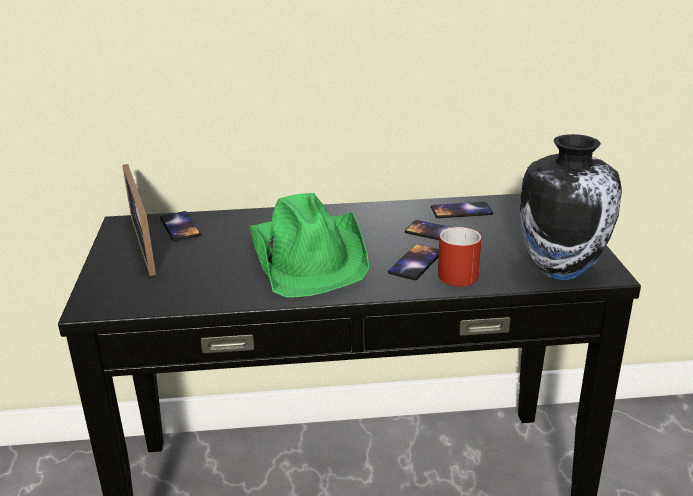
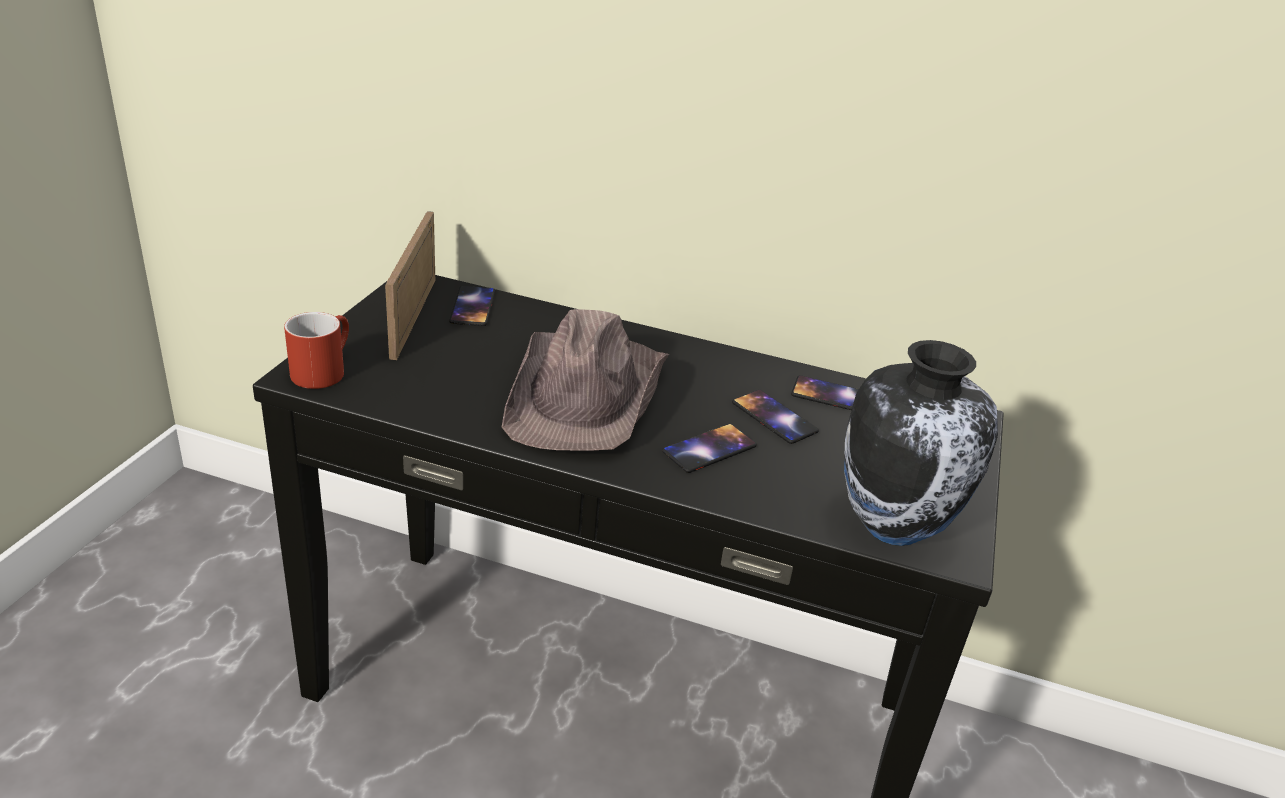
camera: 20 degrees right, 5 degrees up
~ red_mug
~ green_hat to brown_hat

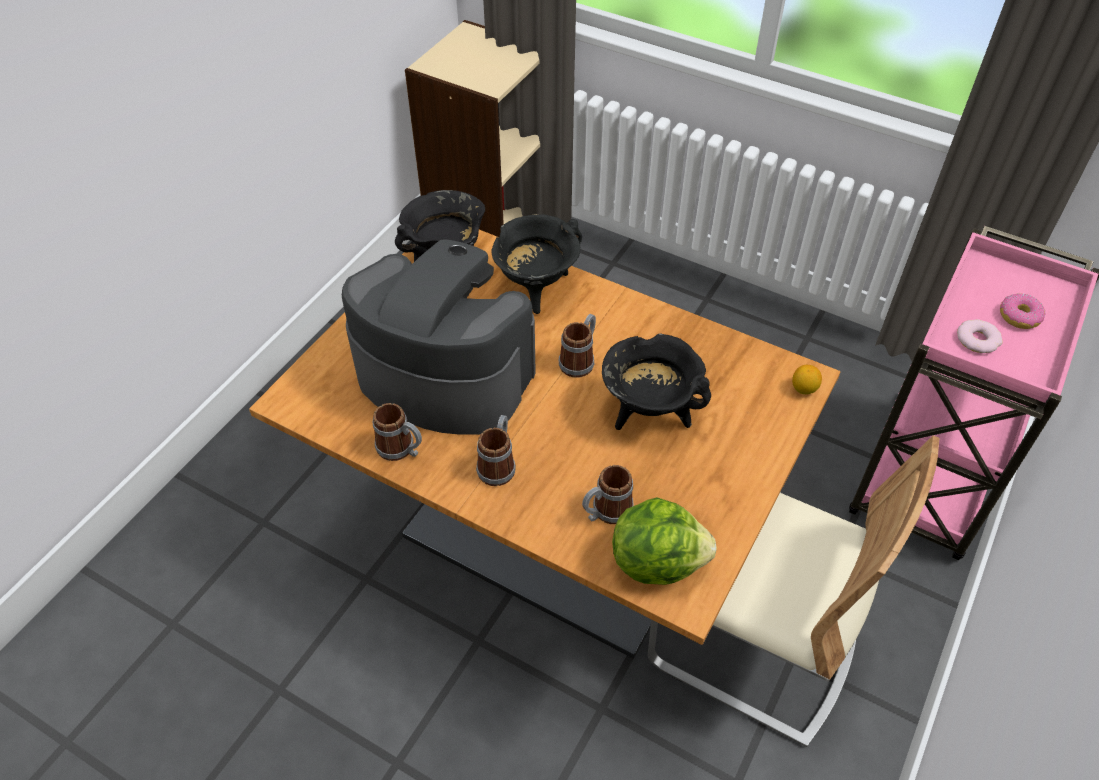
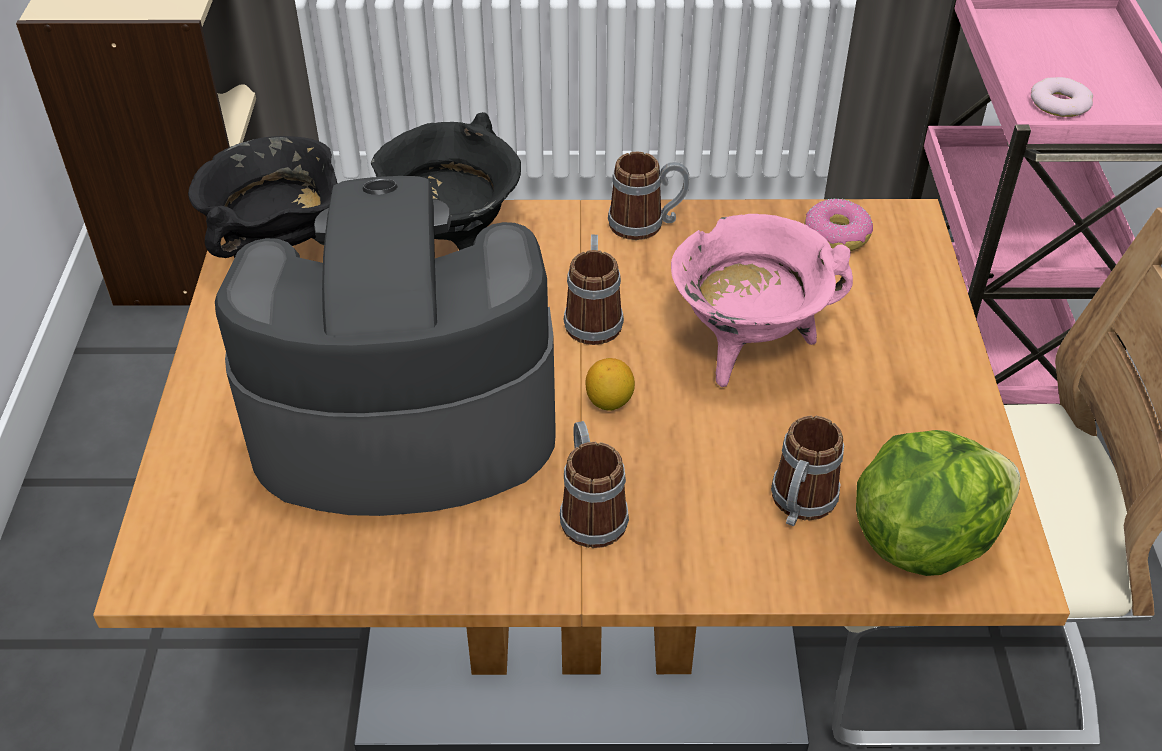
camera: 30 degrees left, 5 degrees down
~ lemon
~ mug (no. 1 from left in the first image) to mug (no. 3 from left)
~ black_cooking_pot (no. 3 from left) to pink_cooking_pot
~ donut (no. 2 from left in the first image) to donut (no. 1 from left)

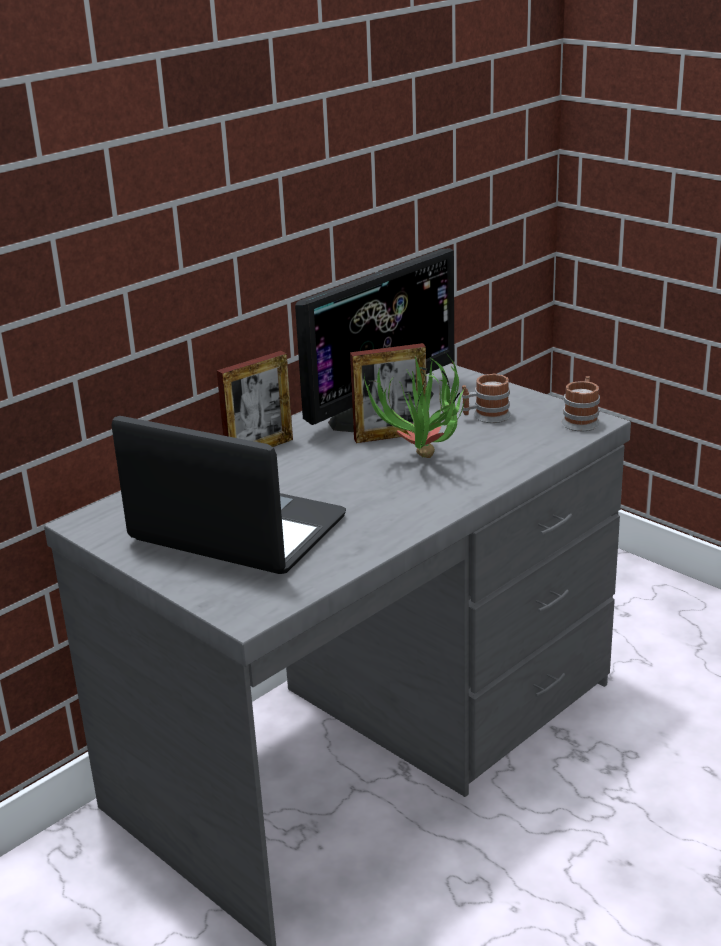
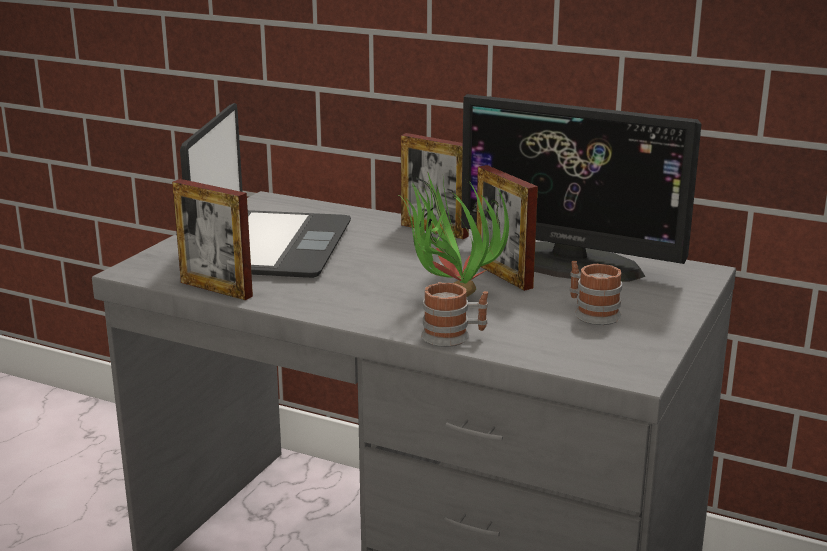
camera: 70 degrees right, 5 degrees down
+ picture_frame (no. 1 from left)
~ mug (no. 2 from left in the first image) to mug (no. 1 from left)

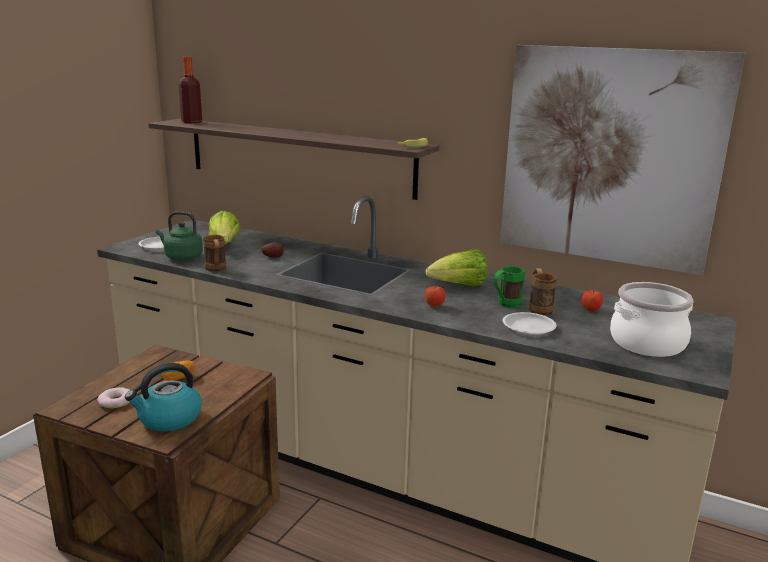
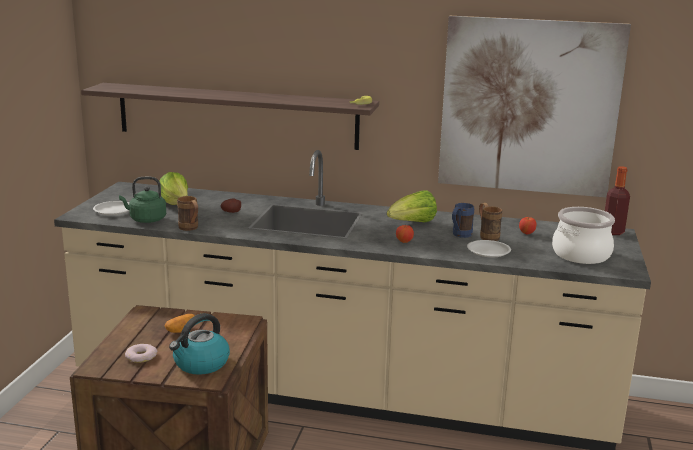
camera: 15 degrees left, 0 degrees up
~ green_mug to blue_mug
~ bottle

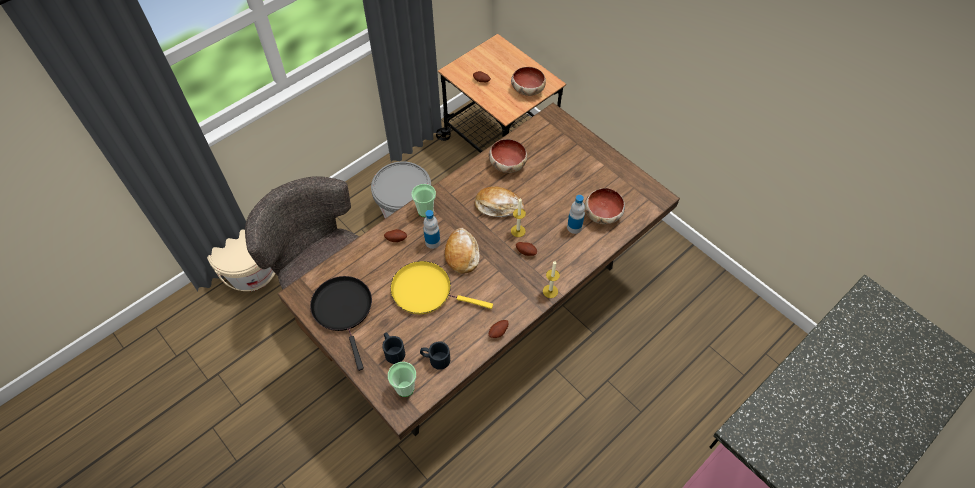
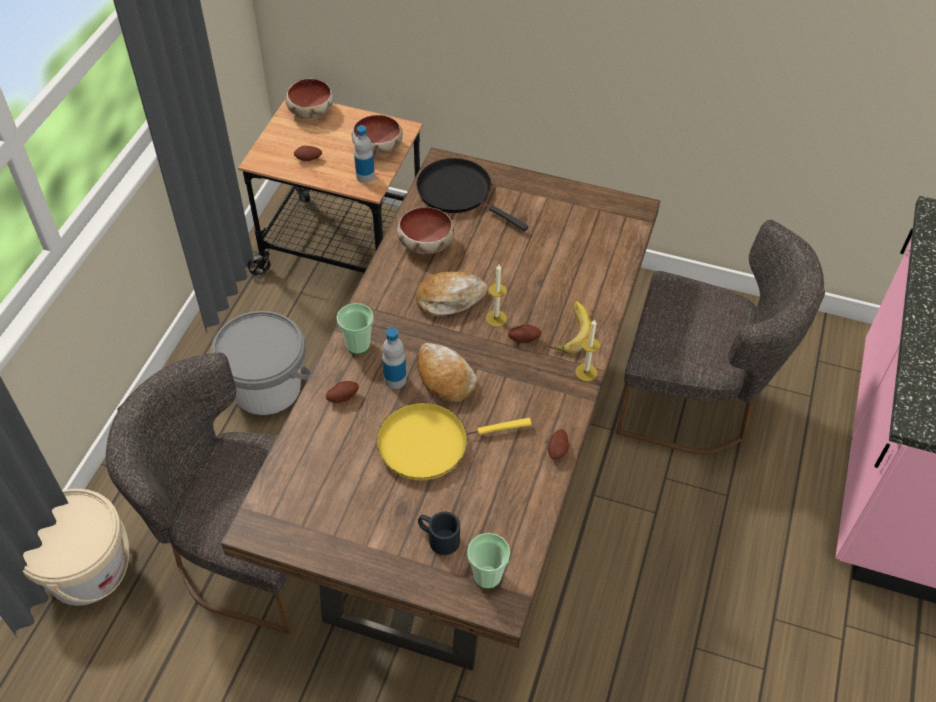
camera: 30 degrees left, 5 degrees down
~ bowl (no. 3 from left in the first image) to bowl (no. 1 from left)
~ bottle (no. 2 from left in the first image) to bottle (no. 1 from left)
~ black_frying_pan
+ banana
+ grey_chair (no. 2 from left)
- black_mug (no. 2 from left)

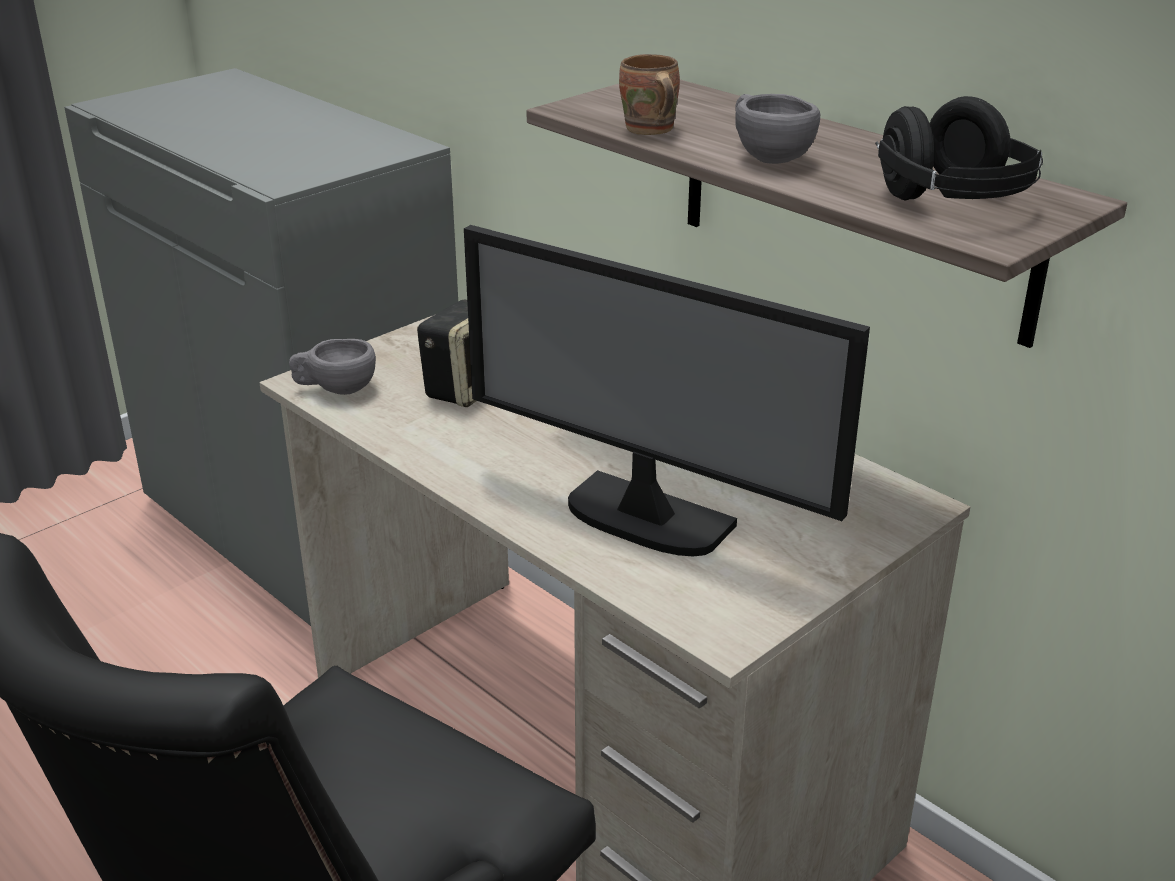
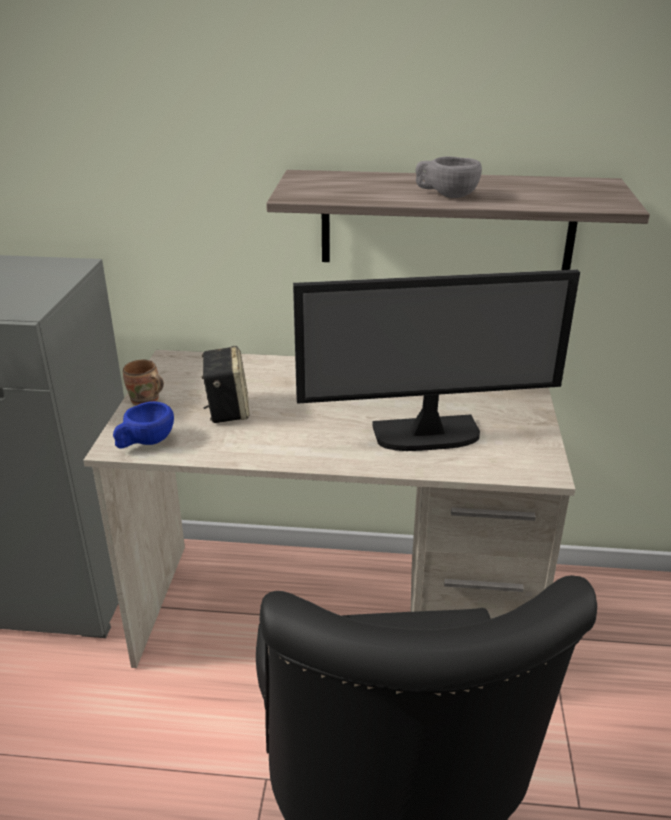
camera: 40 degrees left, 0 degrees up
~ grey_cup (no. 1 from left) to blue_cup
~ brown_mug
- black_headphones

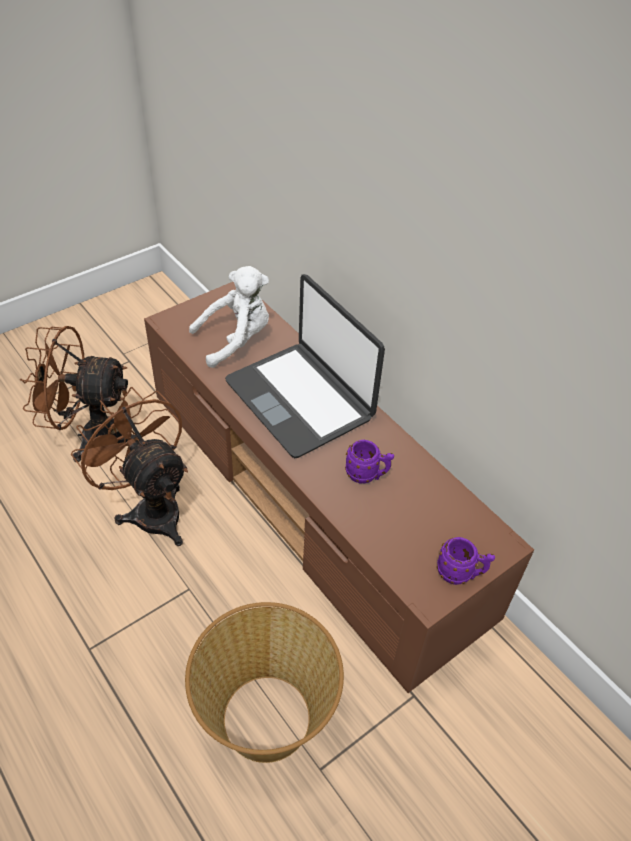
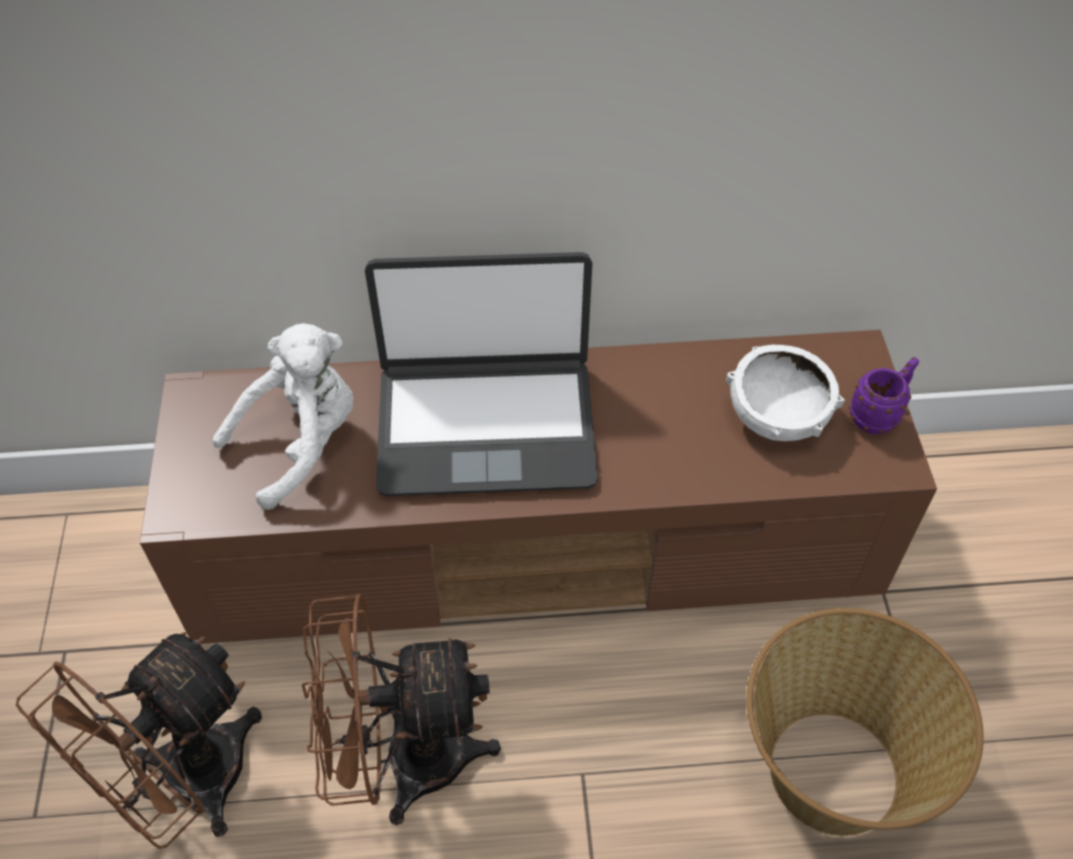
camera: 55 degrees left, 5 degrees up
~ white_plush_toy 45 degrees clockwise
+ white_bowl
- purple_mug (no. 1 from left)

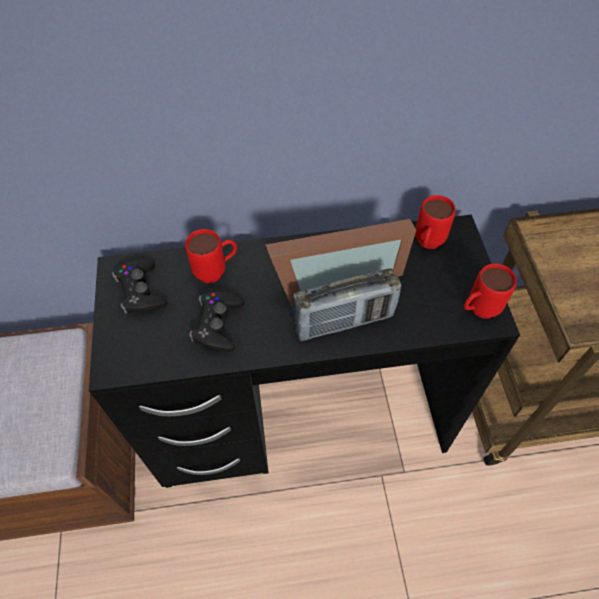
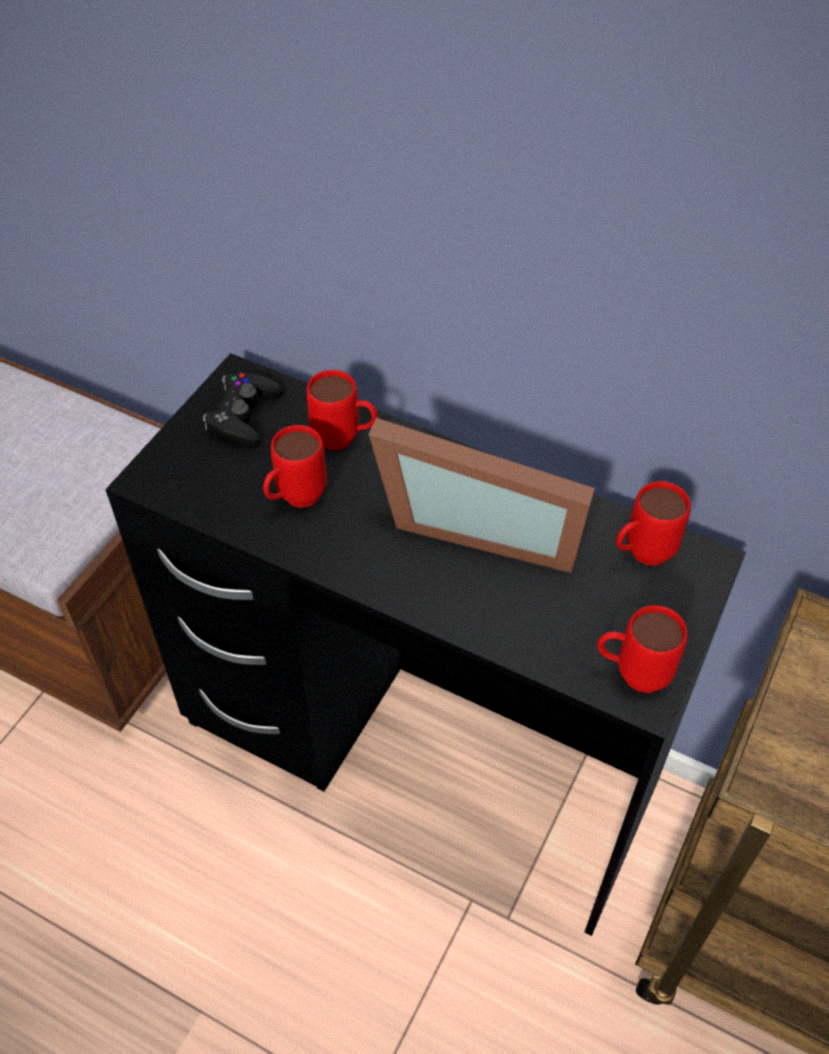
camera: 35 degrees right, 5 degrees down
~ black_game_controller (no. 2 from left) to red_mug (no. 1 from left)
- radio

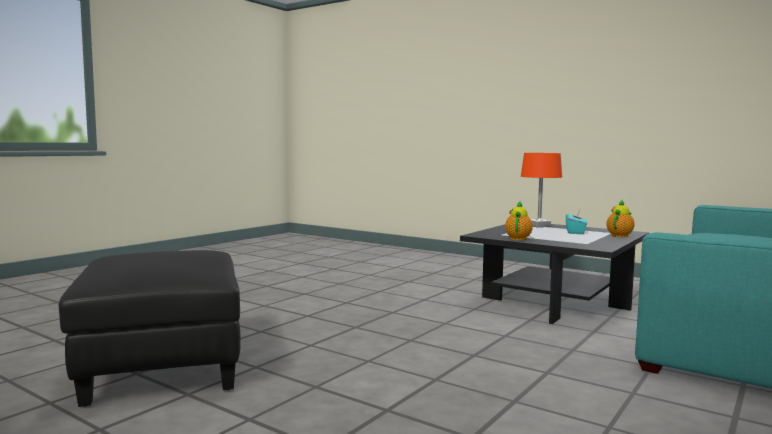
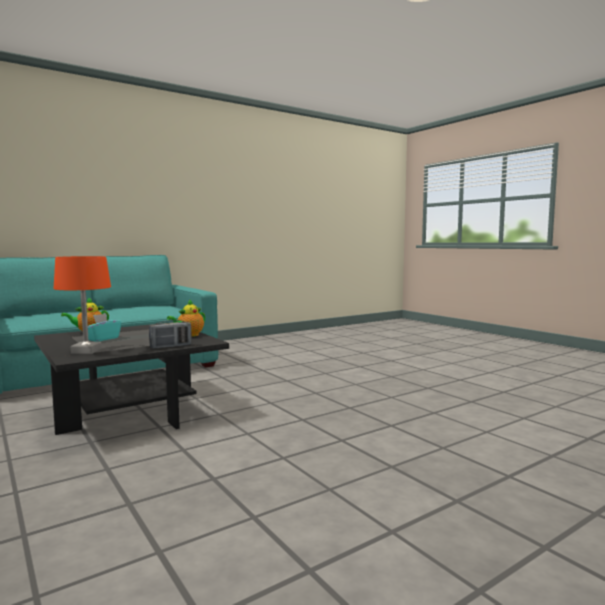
camera: 160 degrees left, 0 degrees up
+ radio
- black_ottoman

